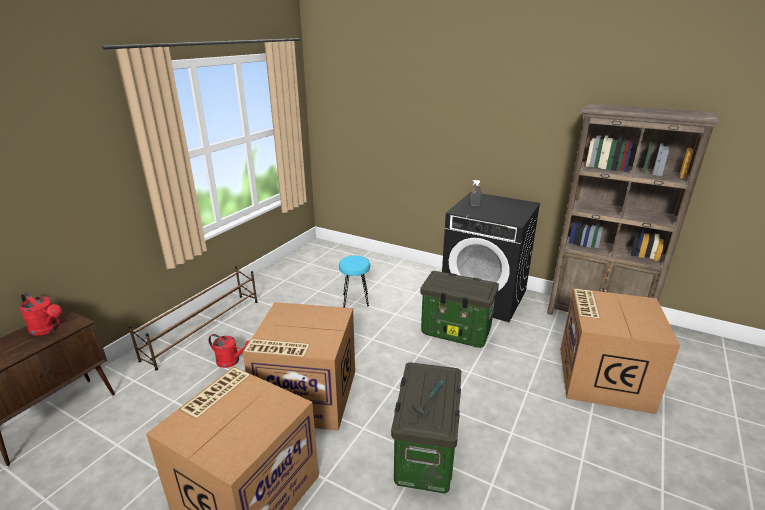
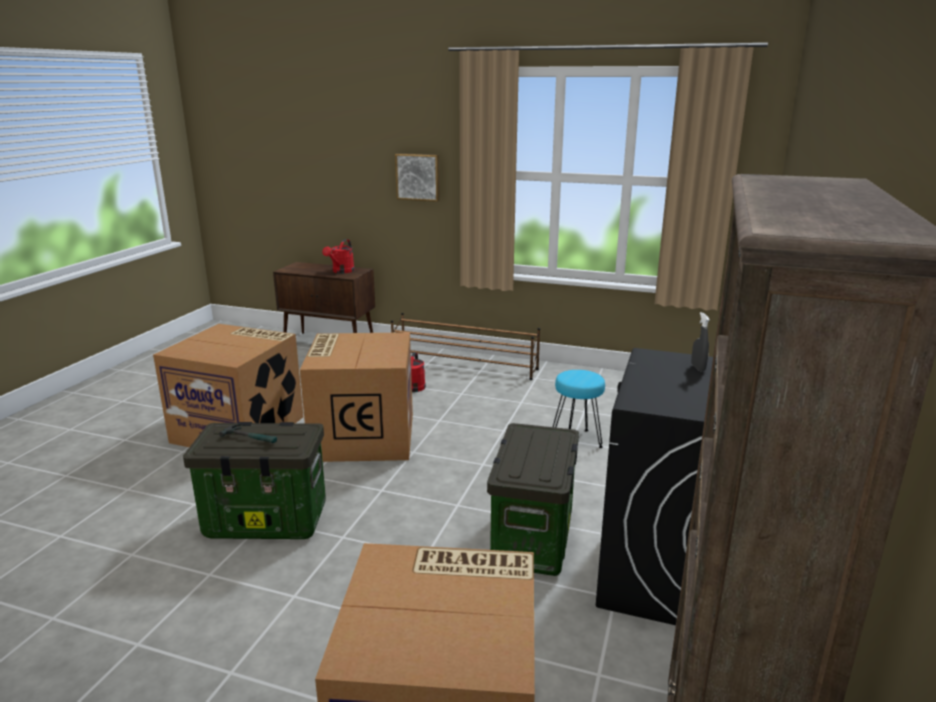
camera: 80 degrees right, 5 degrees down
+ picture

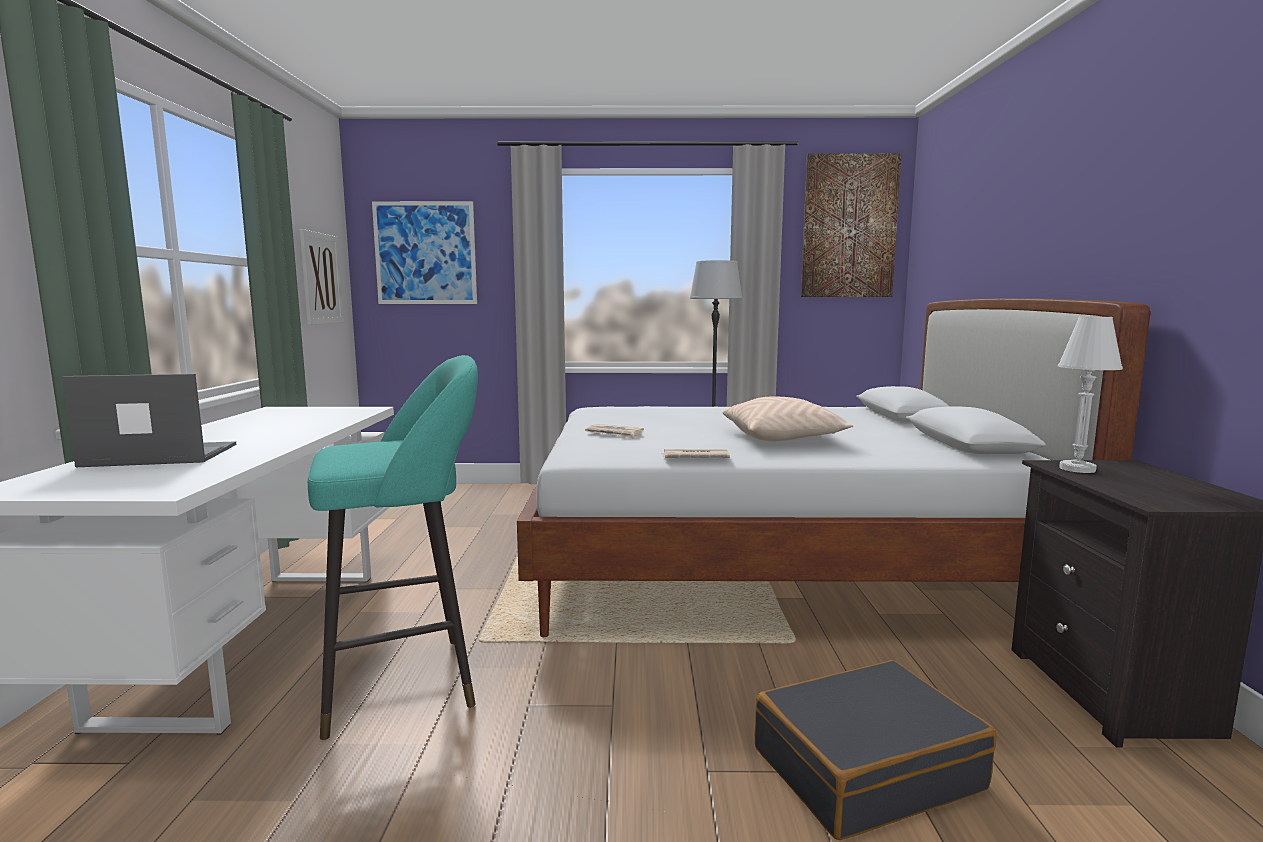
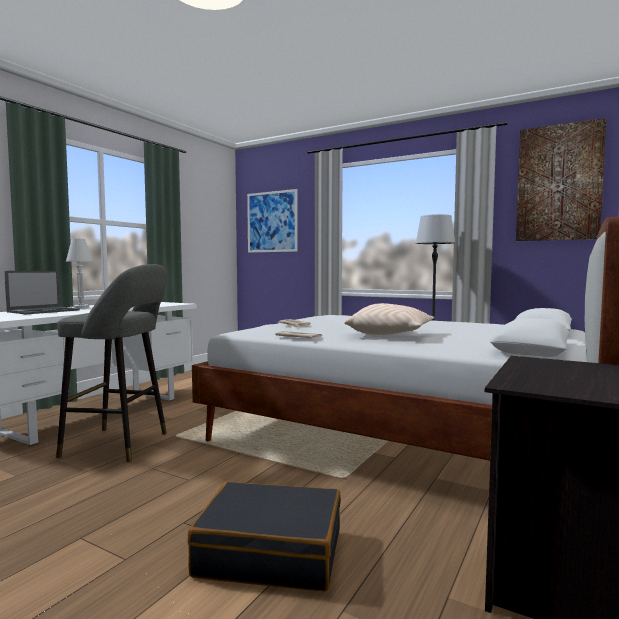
camera: 30 degrees right, 5 degrees down
~ laptop 105 degrees clockwise
~ turquoise_stool to grey_stool
~ white_table_lamp
- picture (no. 1 from left)

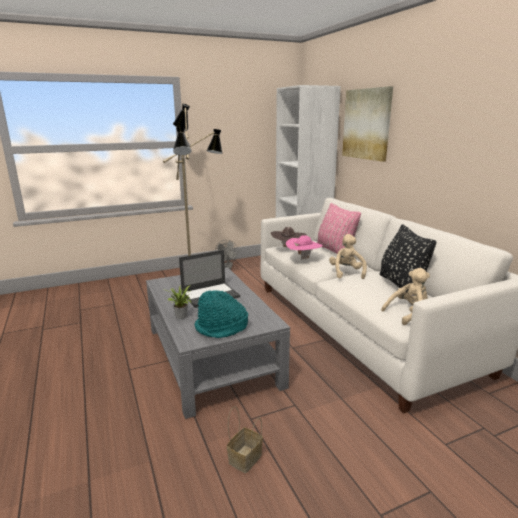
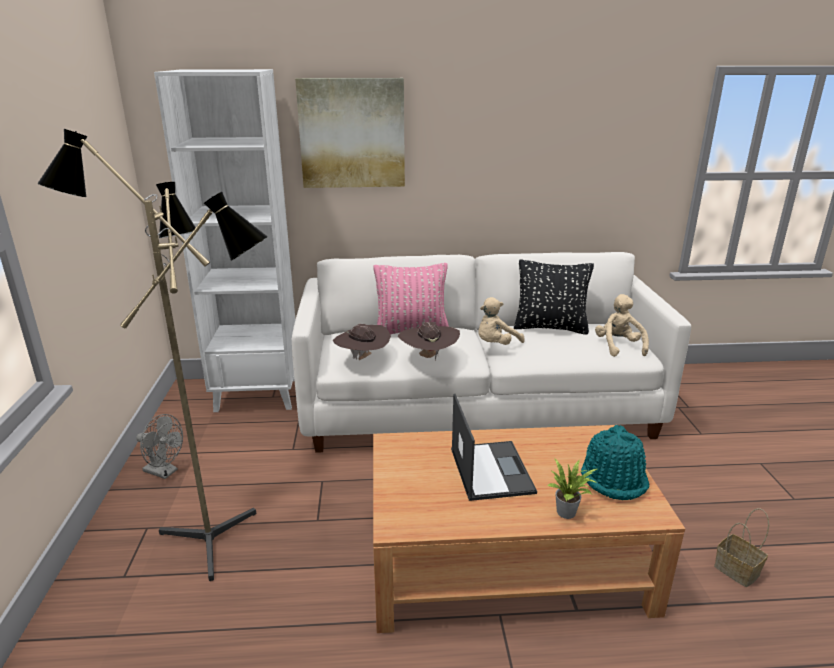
camera: 70 degrees left, 5 degrees up
~ grey_coffee_table to brown_coffee_table
~ pink_hat to brown_hat (no. 2 from left)
~ beige_plush_toy (no. 1 from left) 60 degrees counterclockwise

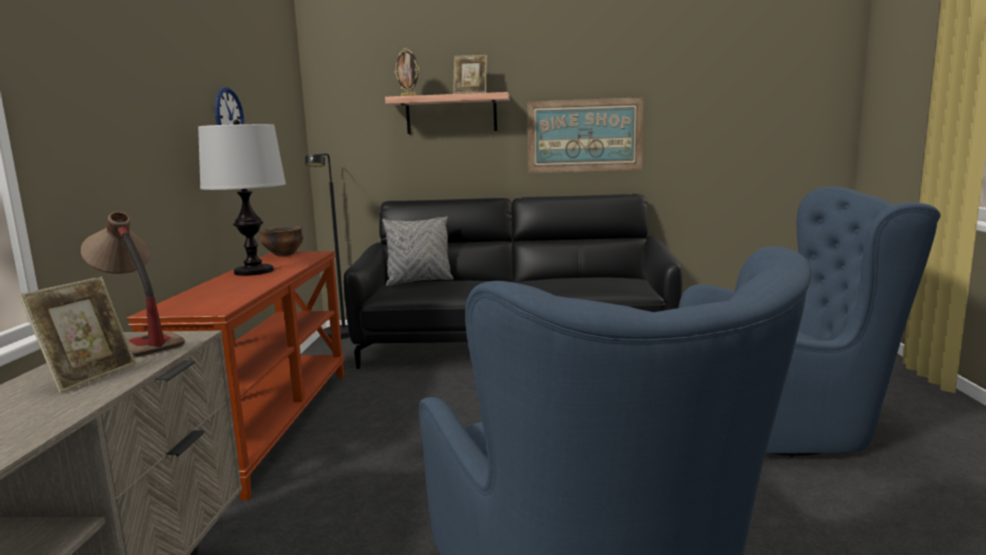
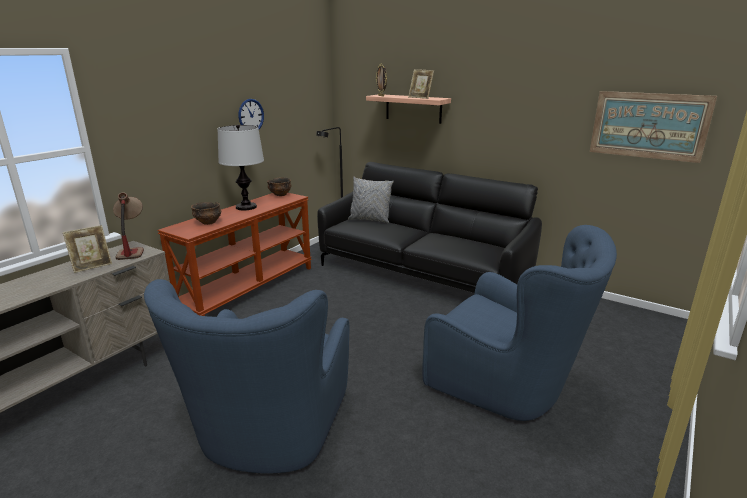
camera: 30 degrees right, 10 degrees up
+ bowl (no. 1 from left)
~ picture

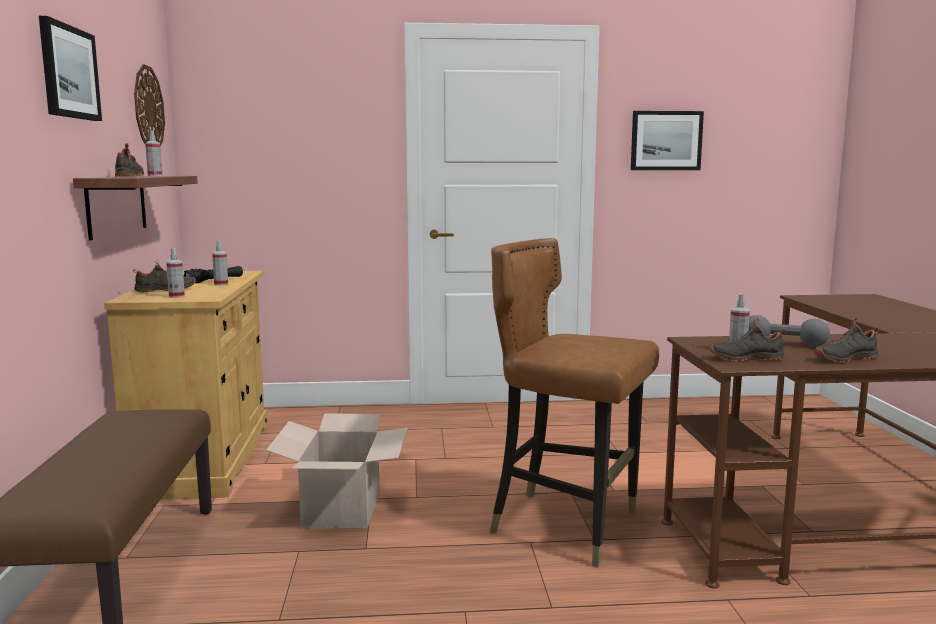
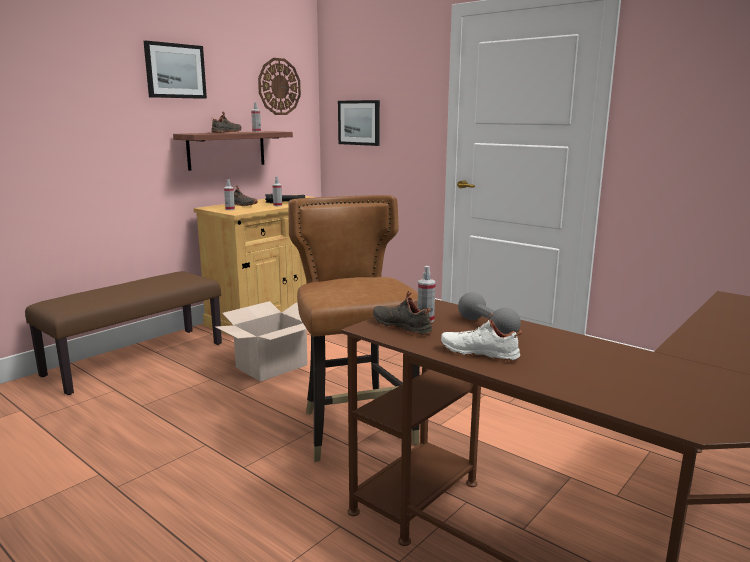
camera: 45 degrees right, 5 degrees up
~ picture (no. 2 from left)
~ black_shoe (no. 4 from left) to white_shoe

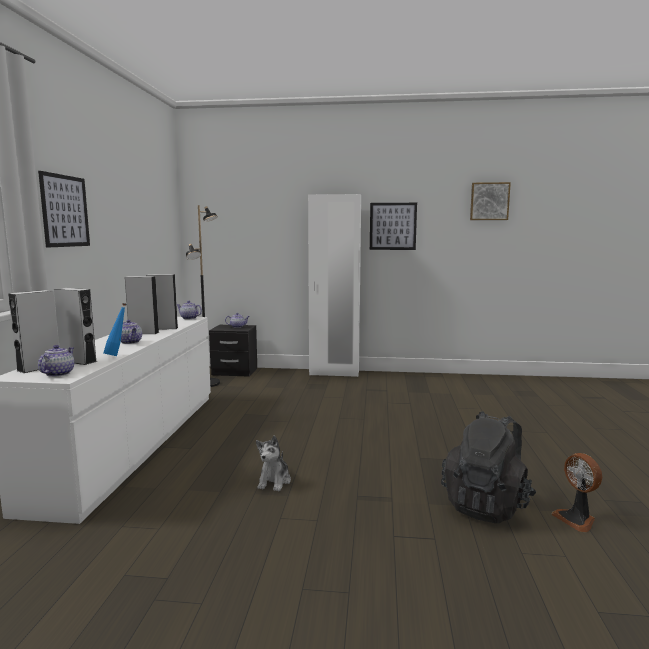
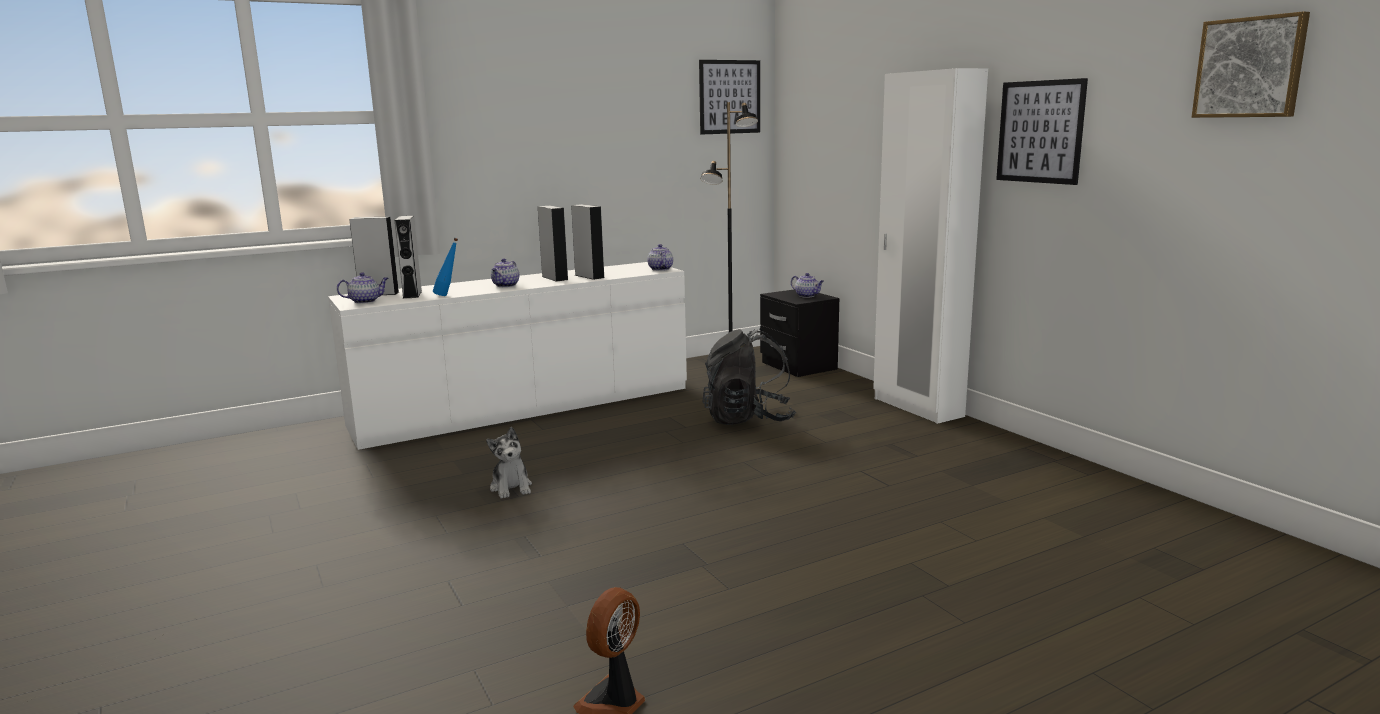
camera: 55 degrees right, 5 degrees up
~ plush_toy 90 degrees counterclockwise
~ picture (no. 1 from left)
~ black_backpack

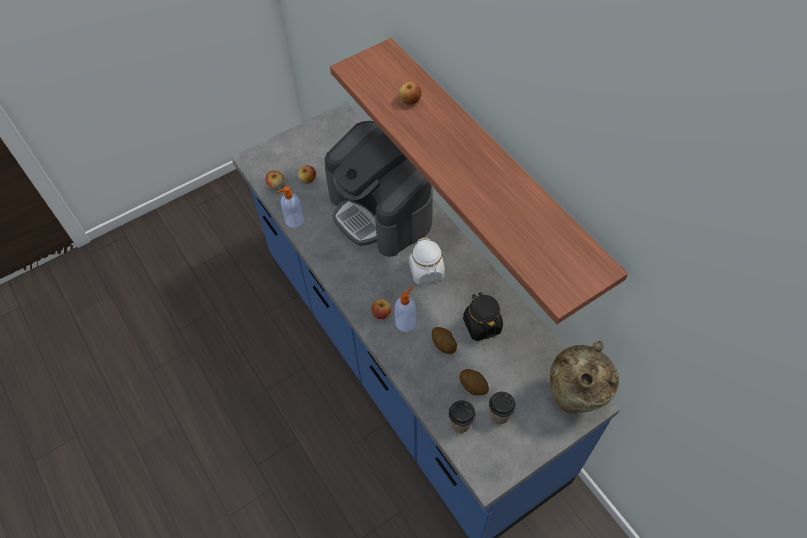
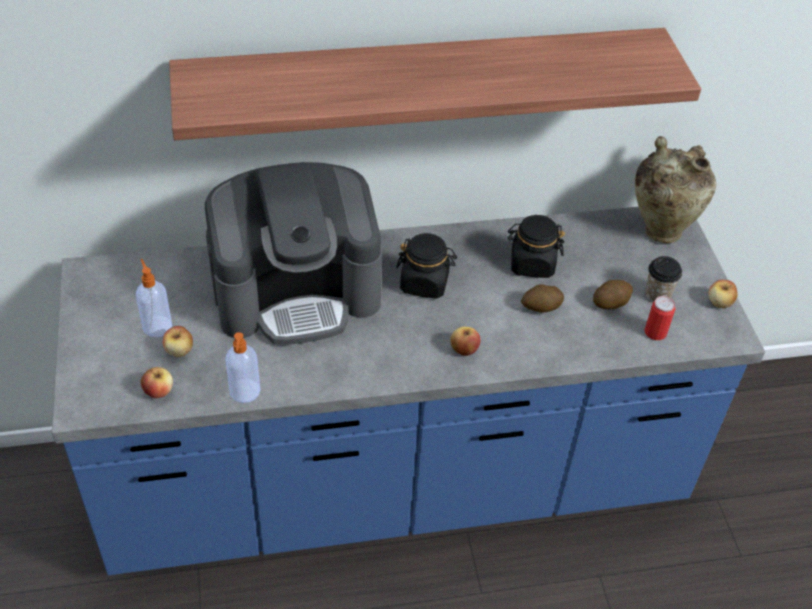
camera: 70 degrees left, 10 degrees down
~ soap_dispenser (no. 2 from left in the first image) to soap_dispenser (no. 1 from left)
~ white_jar to black_jar (no. 1 from left)
~ cup (no. 1 from left) to can
~ apple (no. 4 from left)

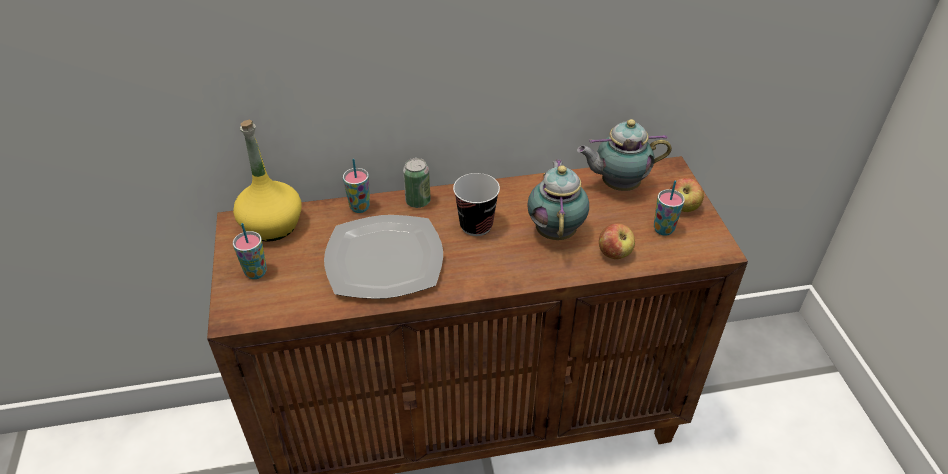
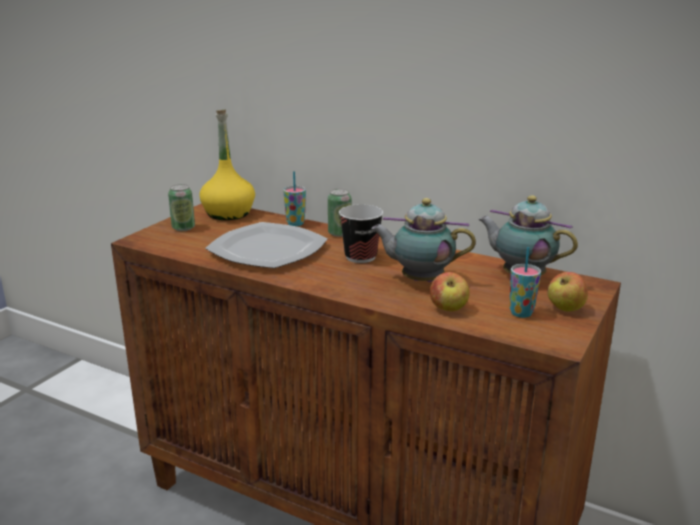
camera: 40 degrees right, 20 degrees down
~ cup (no. 1 from left) to can (no. 1 from left)
~ teapot (no. 1 from left) 120 degrees counterclockwise

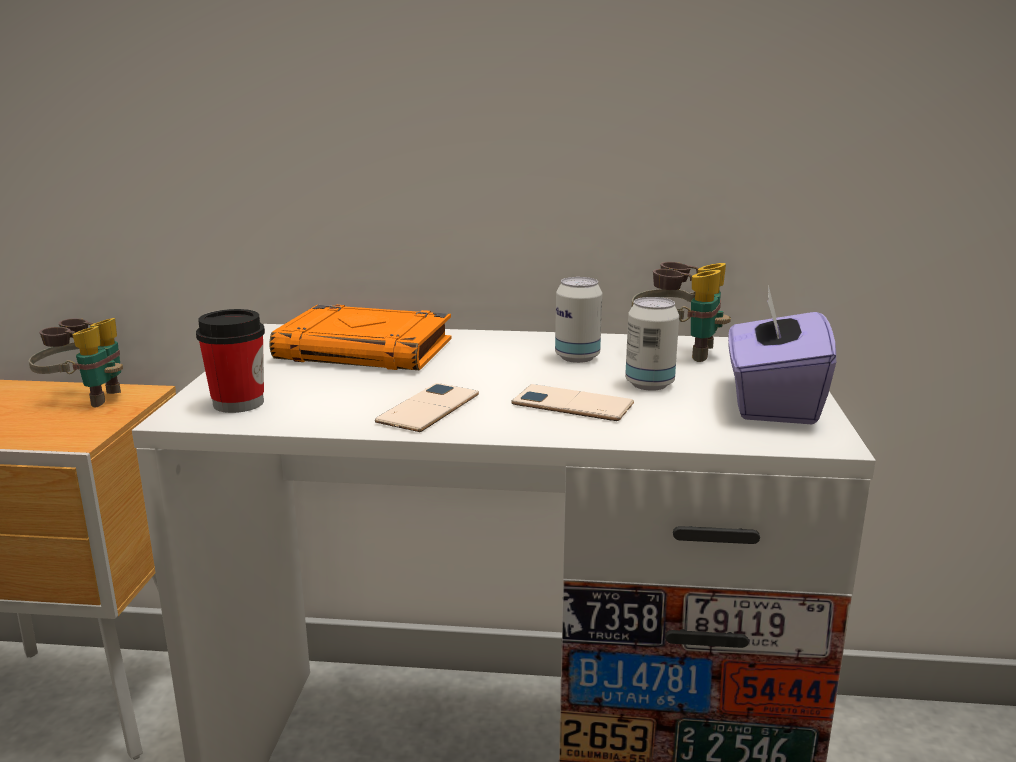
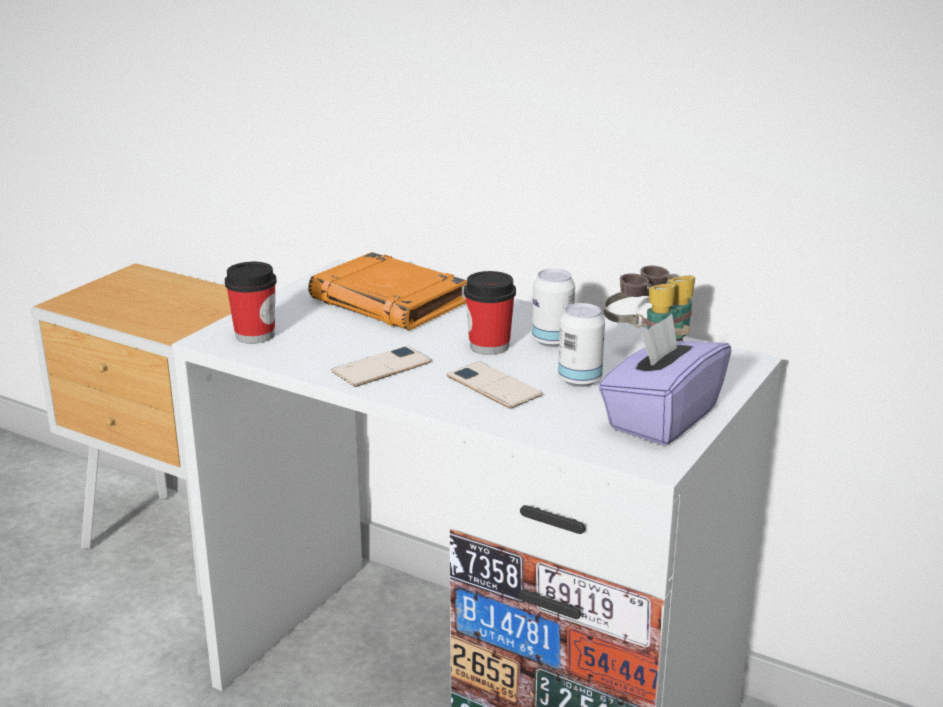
camera: 25 degrees right, 5 degrees up
+ cup (no. 2 from left)
- binoculars (no. 1 from left)

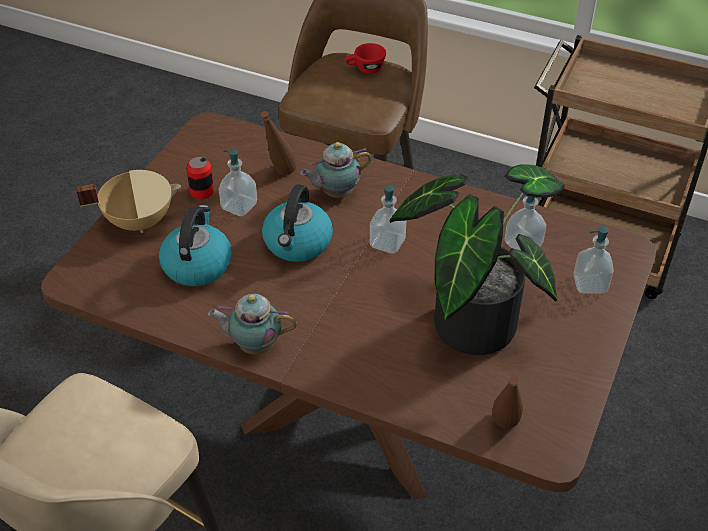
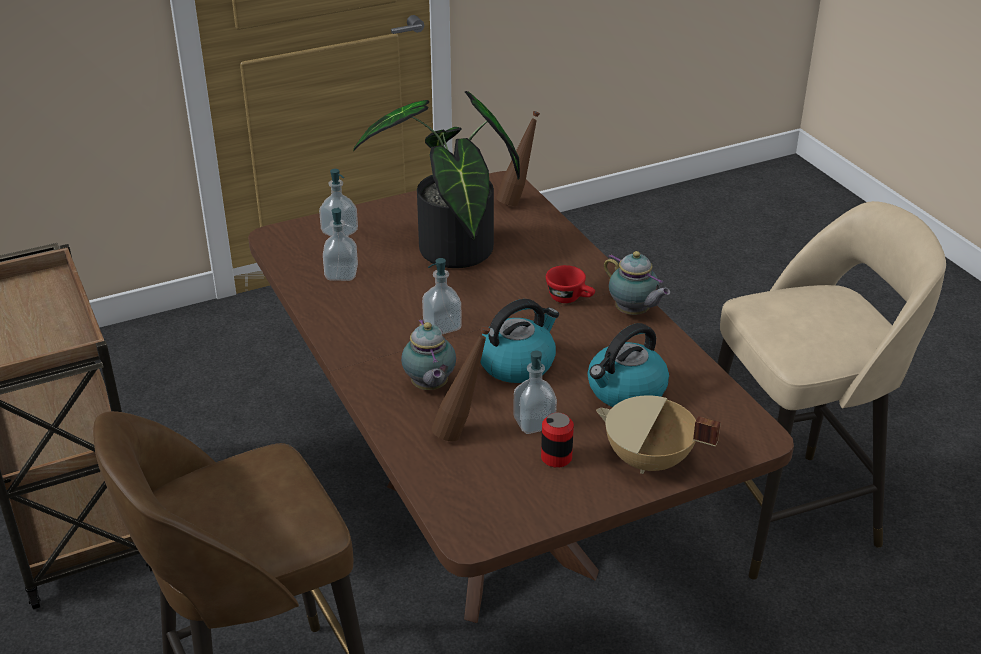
camera: 140 degrees left, 10 degrees down
~ teapot (no. 2 from left in the first image) 60 degrees clockwise
~ red_cup

